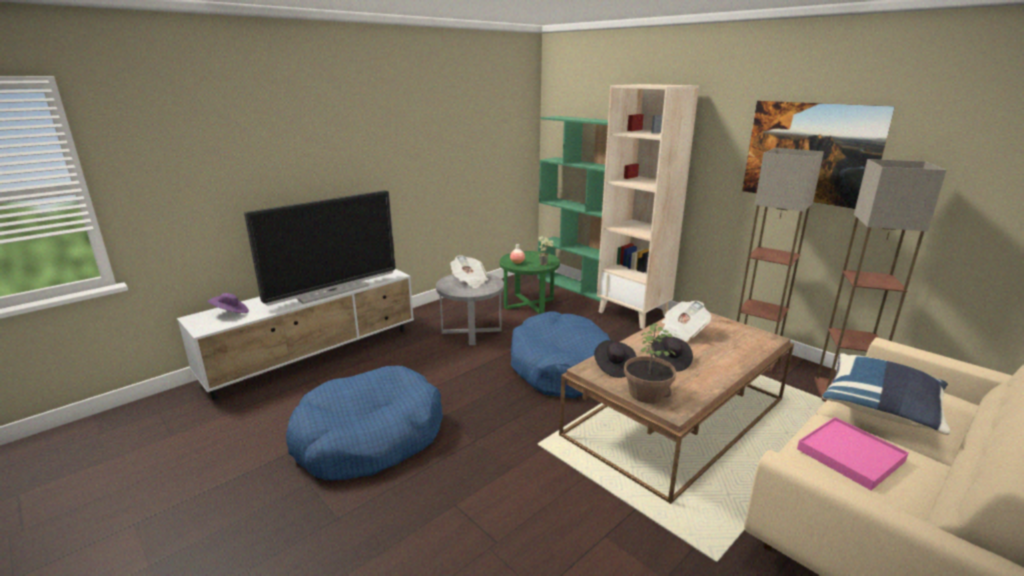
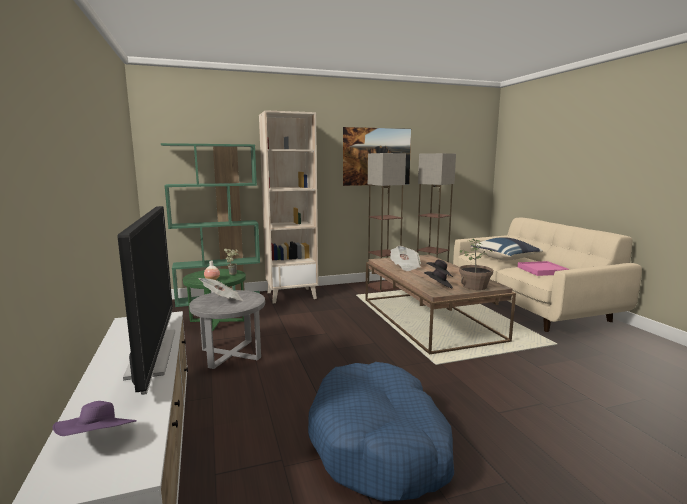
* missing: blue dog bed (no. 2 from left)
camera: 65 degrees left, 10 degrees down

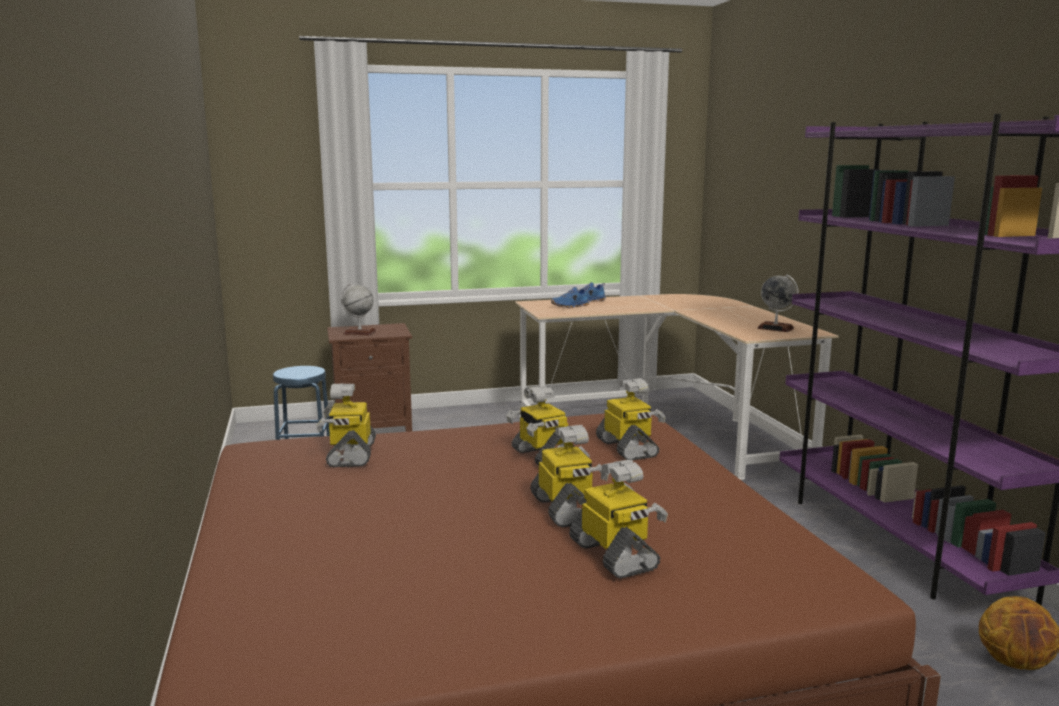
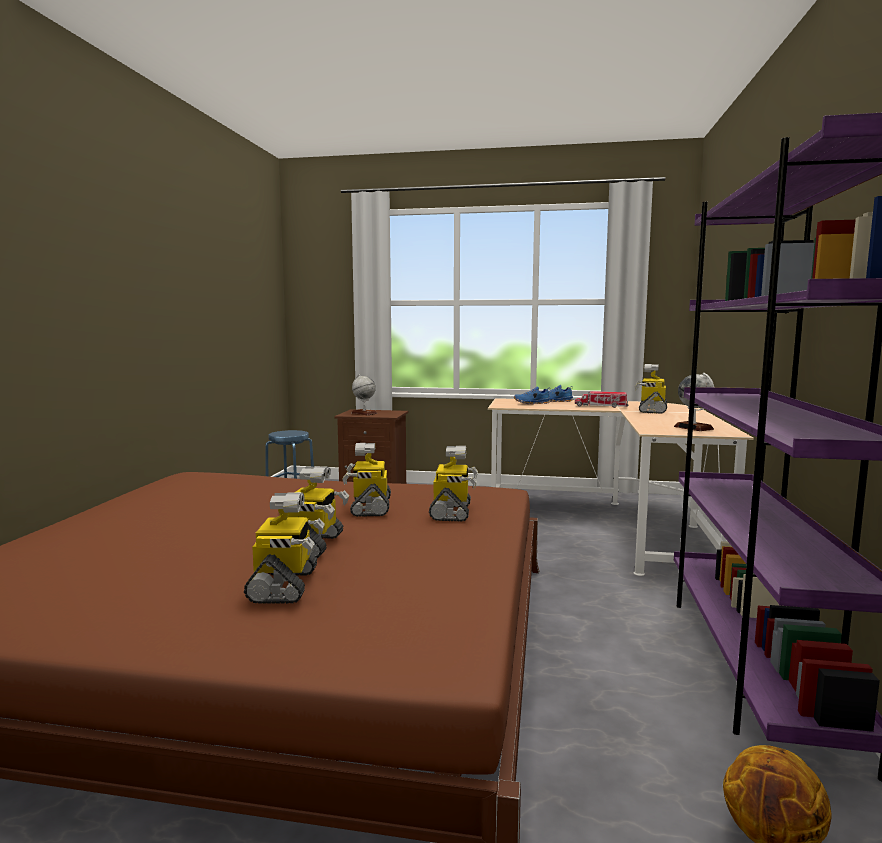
* relocated: toy robot (no. 1 from left in the first image) to toy robot (no. 5 from left)
* appeared: toy truck
camera: 25 degrees right, 5 degrees down

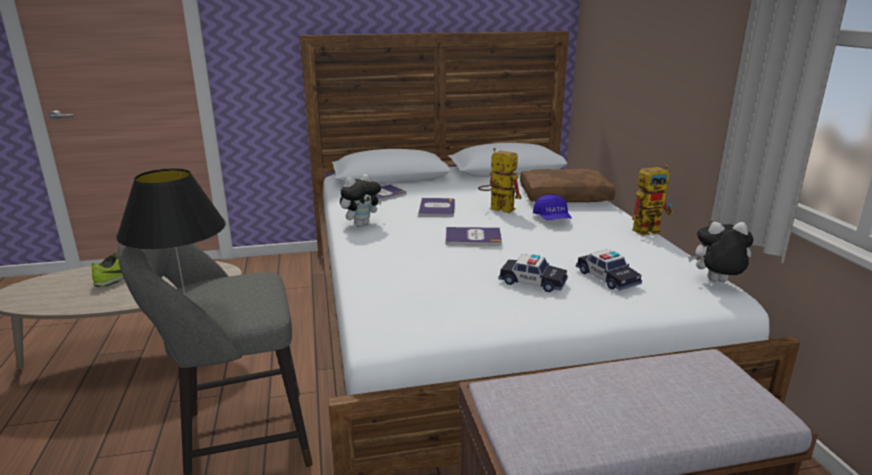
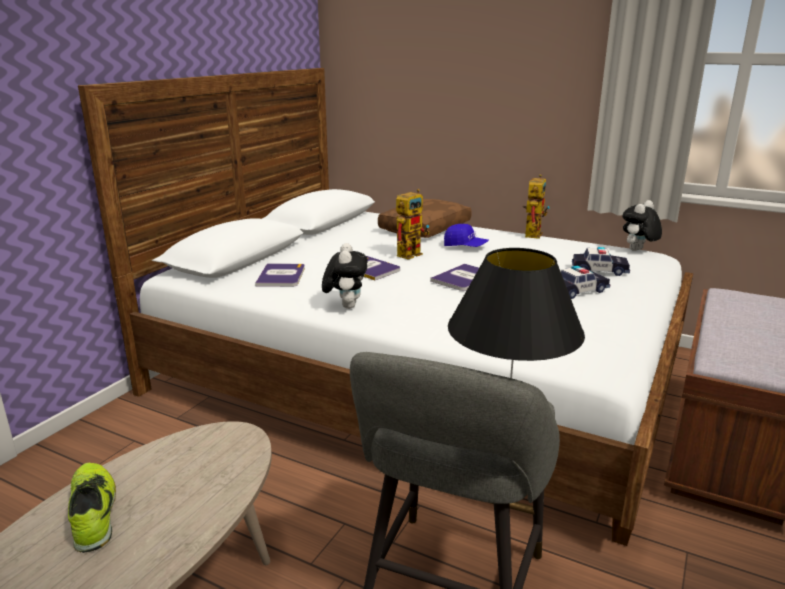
* spun: toy robot (no. 1 from left) 150 degrees clockwise
camera: 50 degrees left, 0 degrees up

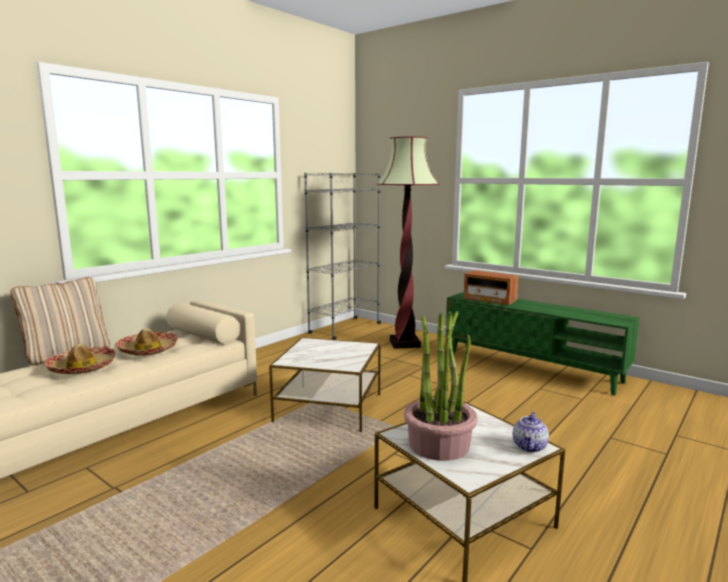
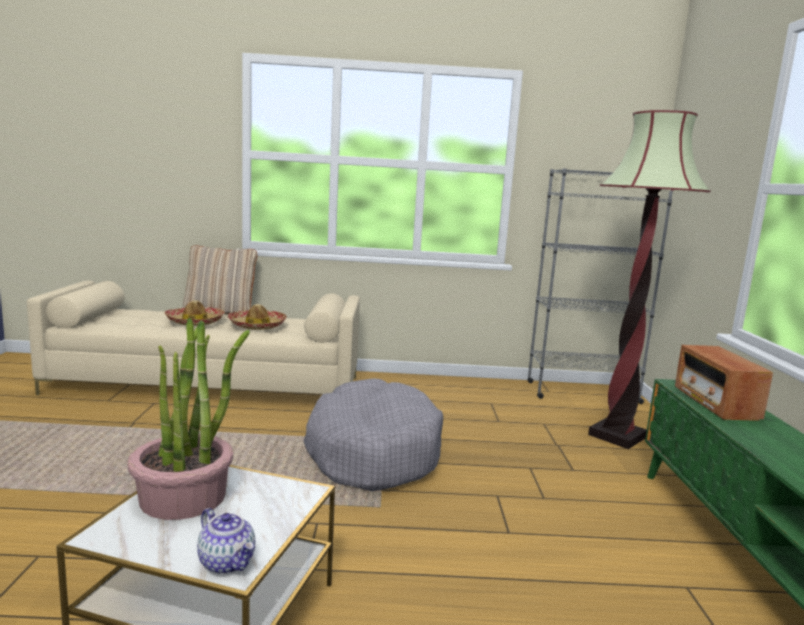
* exchanged: side table (no. 1 from left) to grey dog bed
* spun: teapot 120 degrees counterclockwise
camera: 50 degrees right, 0 degrees up

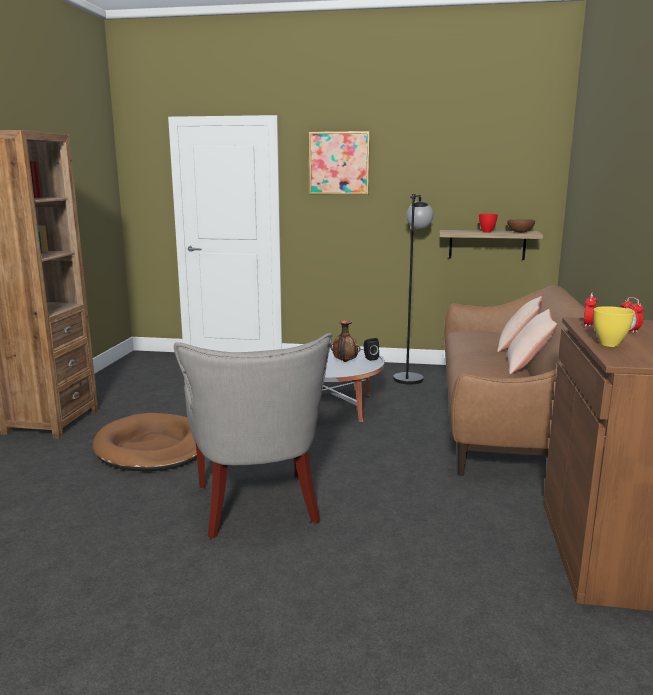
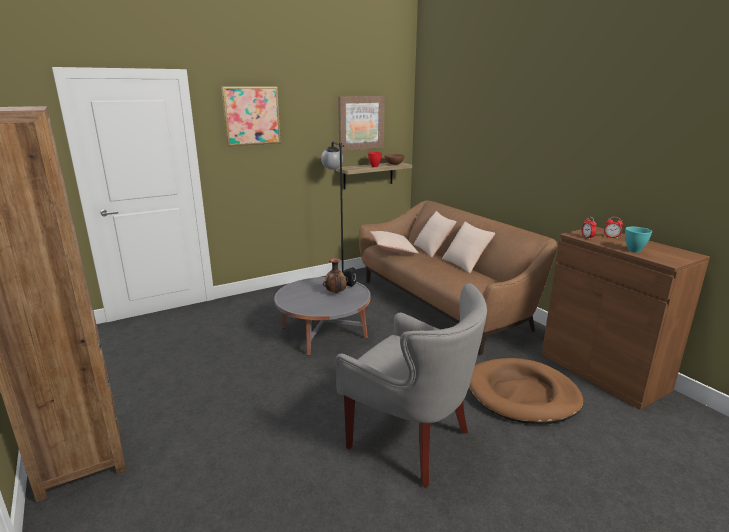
* colour: yellow bowl to turquoise bowl
* relocated: brown dog bed
* appeared: picture (no. 2 from left)
* appeared: beige pillow (no. 1 from left)
camera: 40 degrees left, 5 degrees up

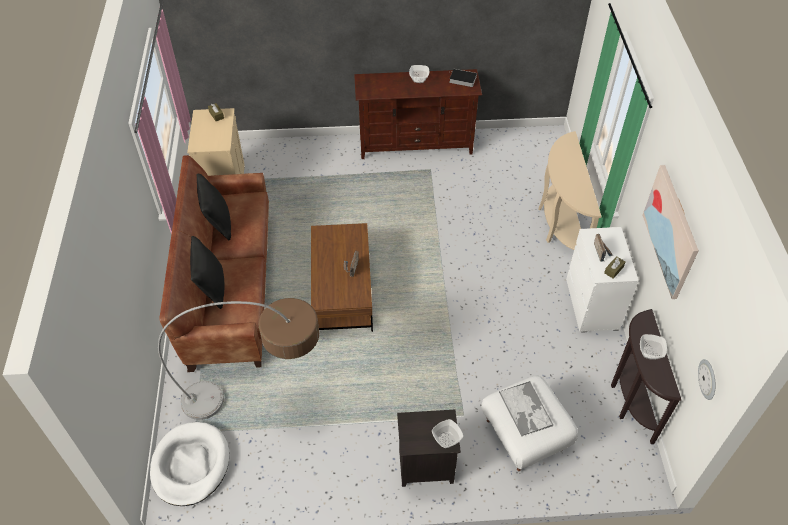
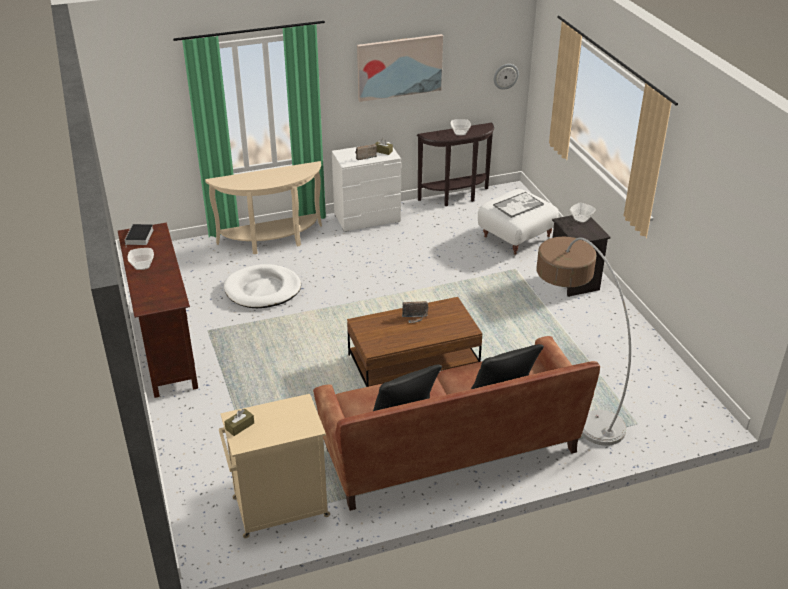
* relocated: white dog bed
camera: 105 degrees left, 15 degrees down

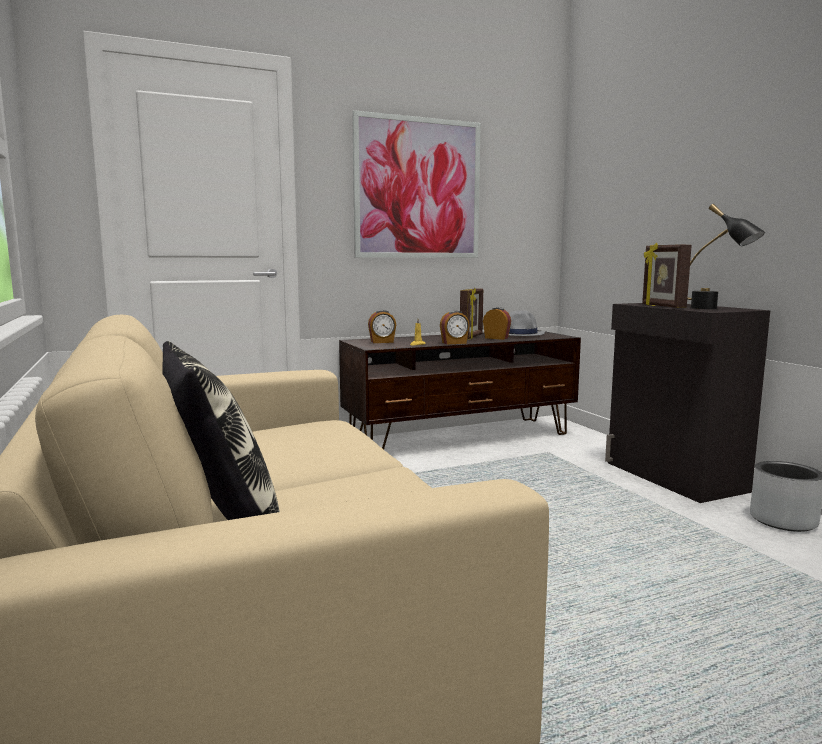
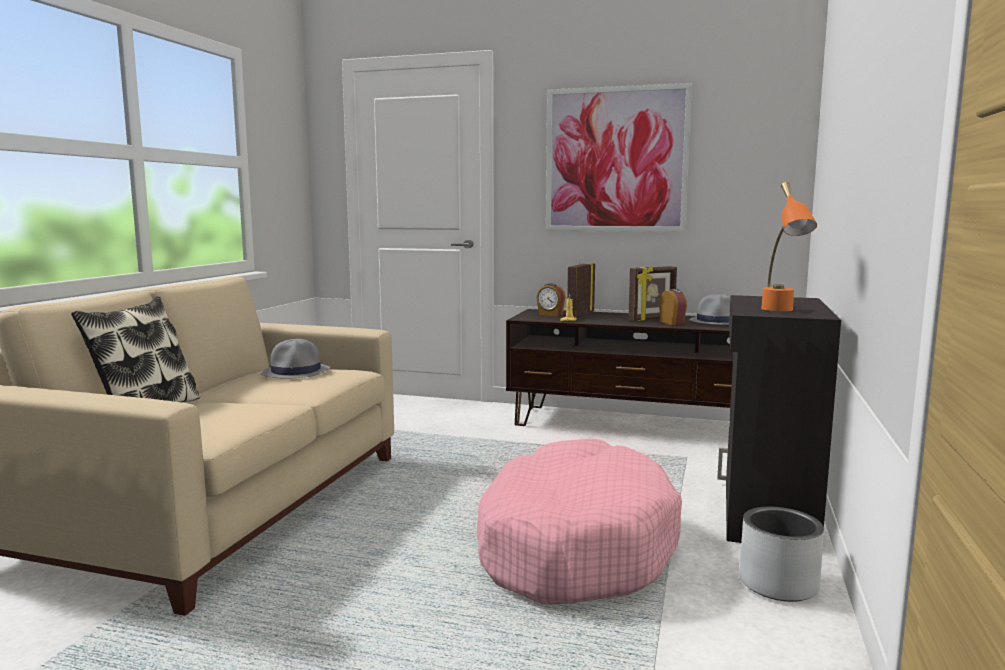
* colour: black table lamp to orange table lamp
* relocated: picture frame (no. 2 from left in the first image) to picture frame (no. 1 from left)
* missing: alarm clock (no. 2 from left)
* appeared: grey hat (no. 1 from left)
* appeared: pink dog bed
camera: 40 degrees right, 0 degrees up

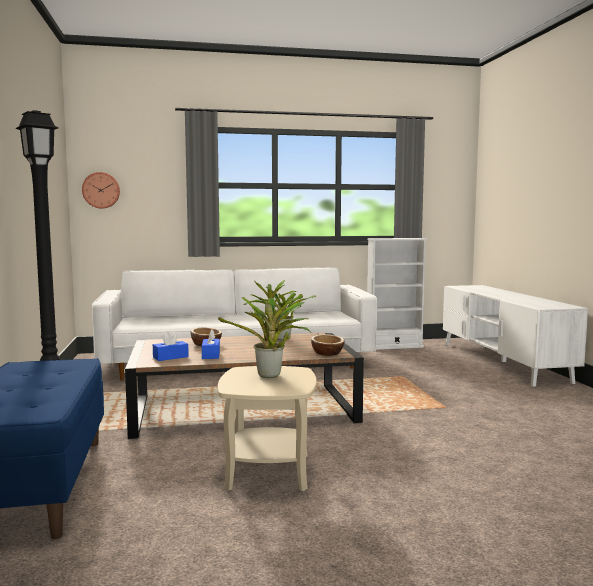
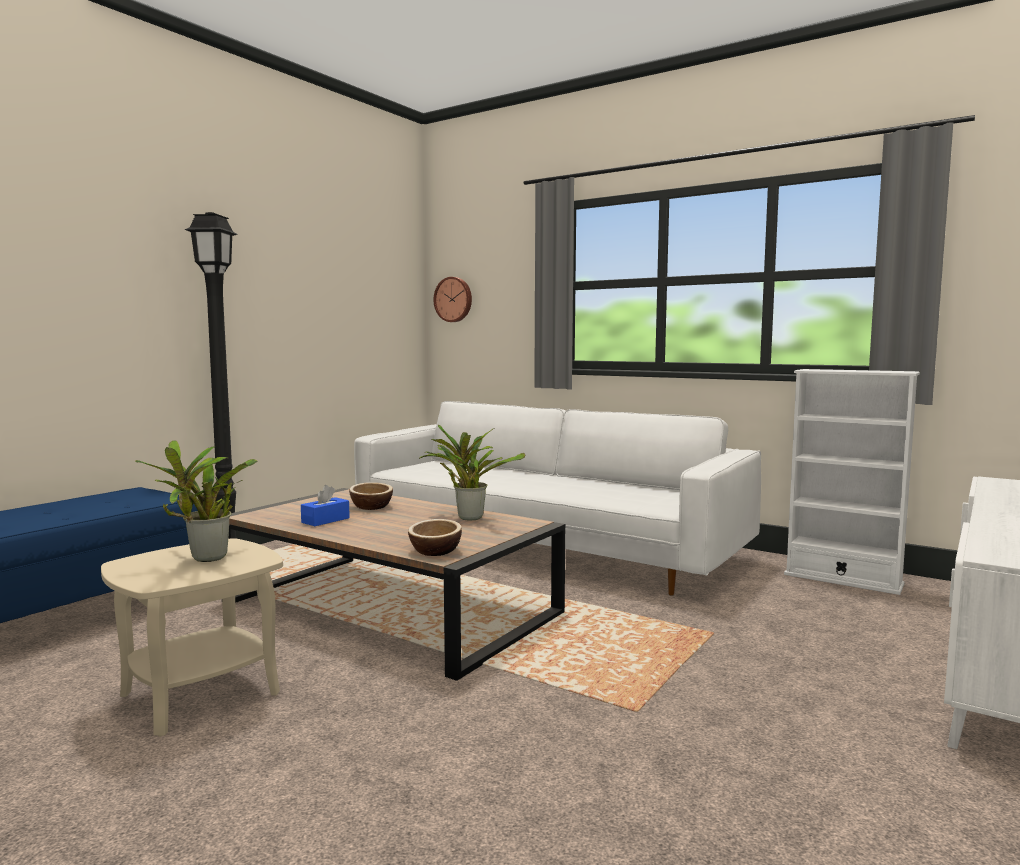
* missing: blue tissue box (no. 1 from left)
camera: 45 degrees right, 0 degrees up

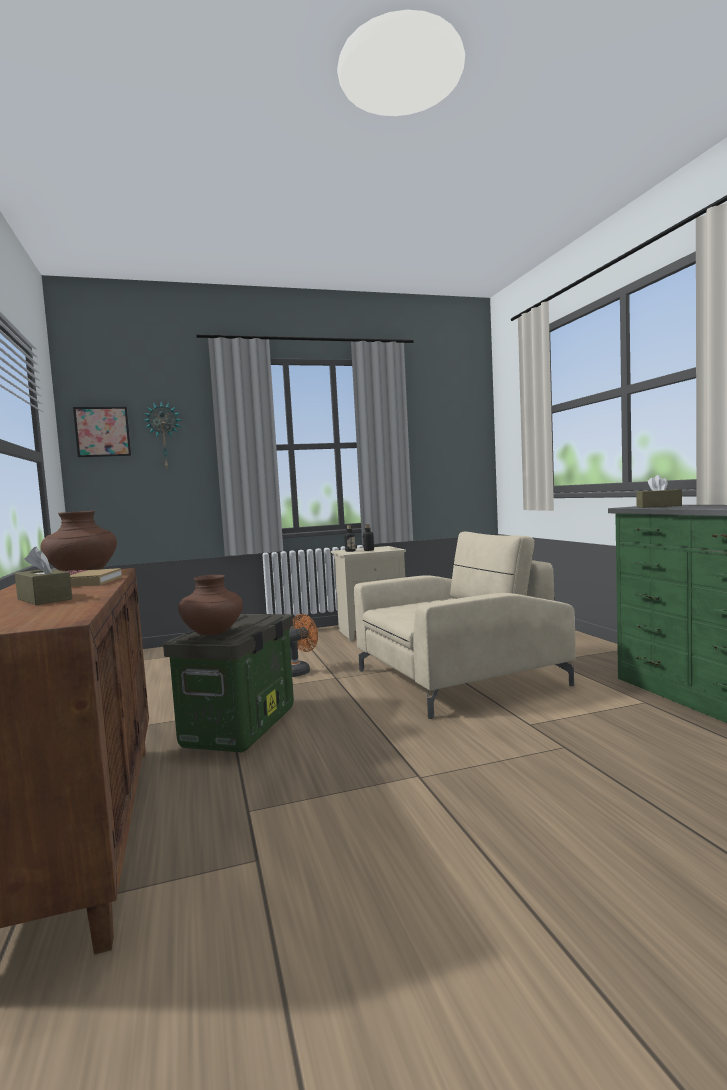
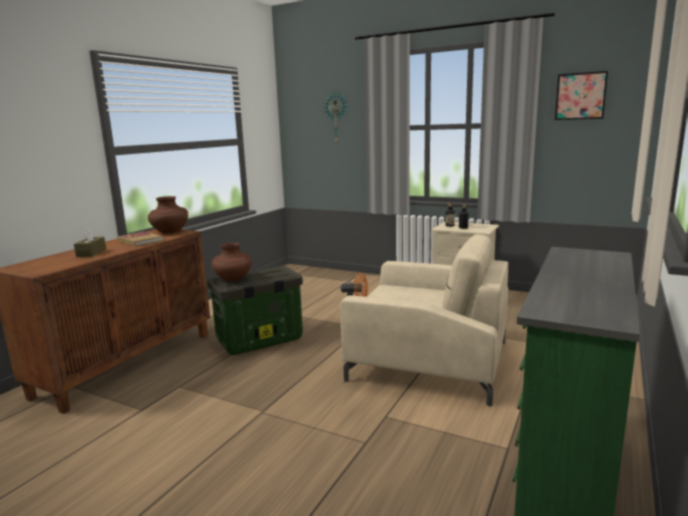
* relocated: picture
* missing: brown tissue box (no. 2 from left)
camera: 45 degrees right, 10 degrees up

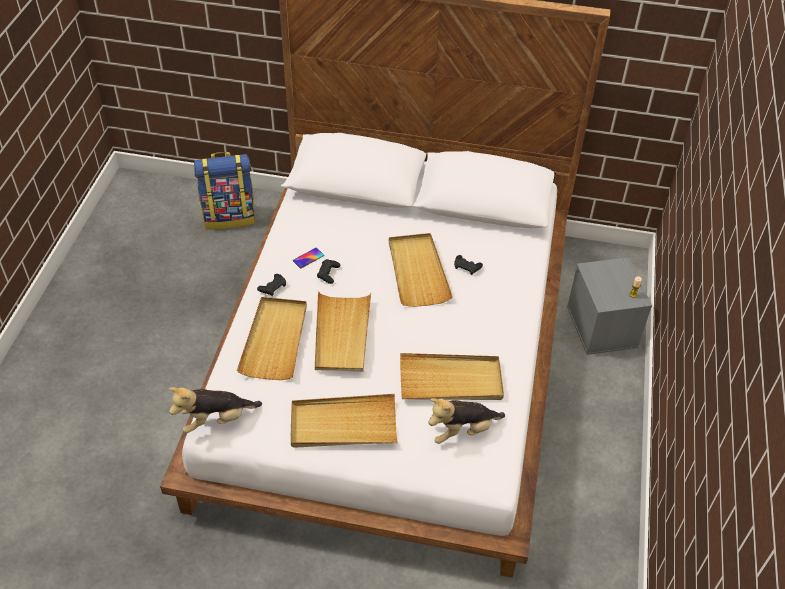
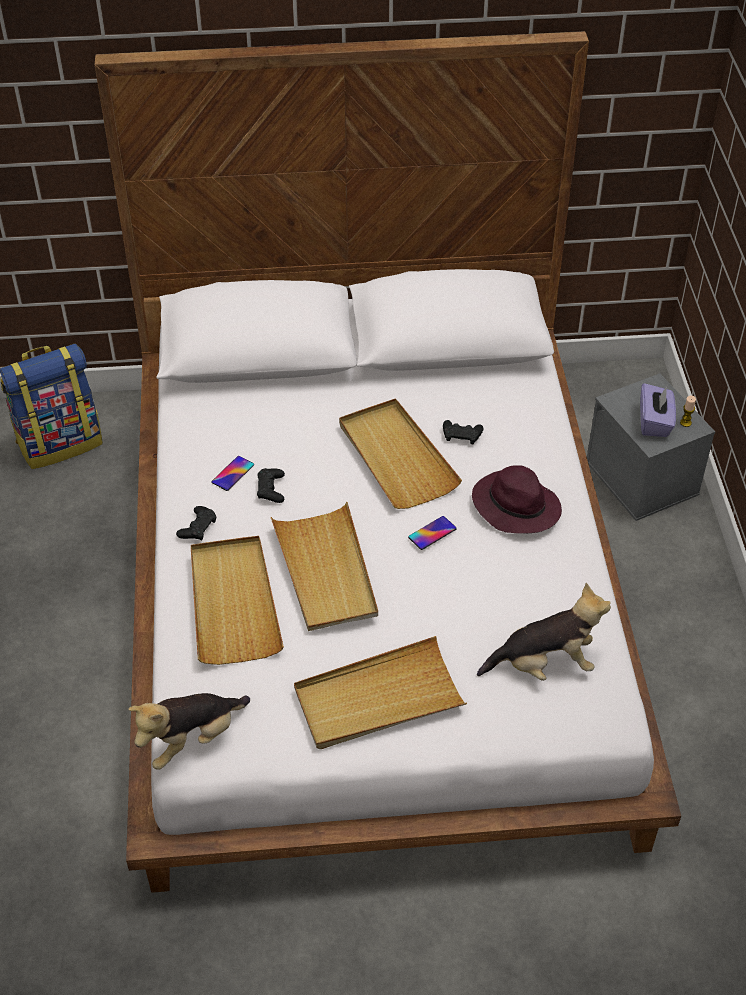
* missing: beige tray (no. 5 from left)
* spun: plush toy (no. 2 from left) 150 degrees counterclockwise
* appeared: purple tissue box
* appeared: purple hat
* appeared: phone (no. 2 from left)
camera: 15 degrees left, 0 degrees up

